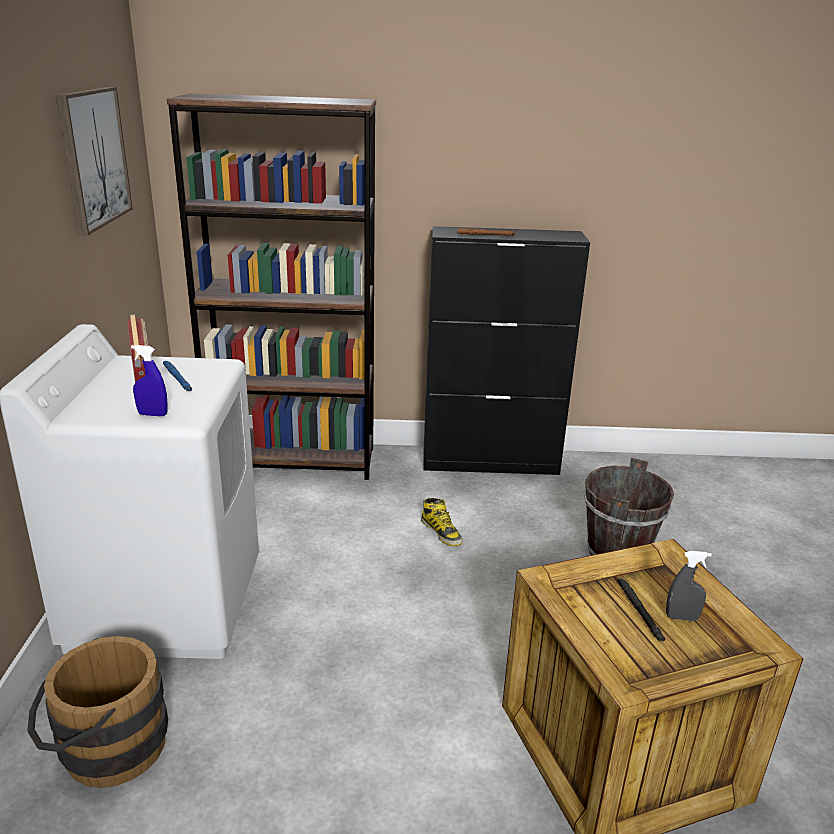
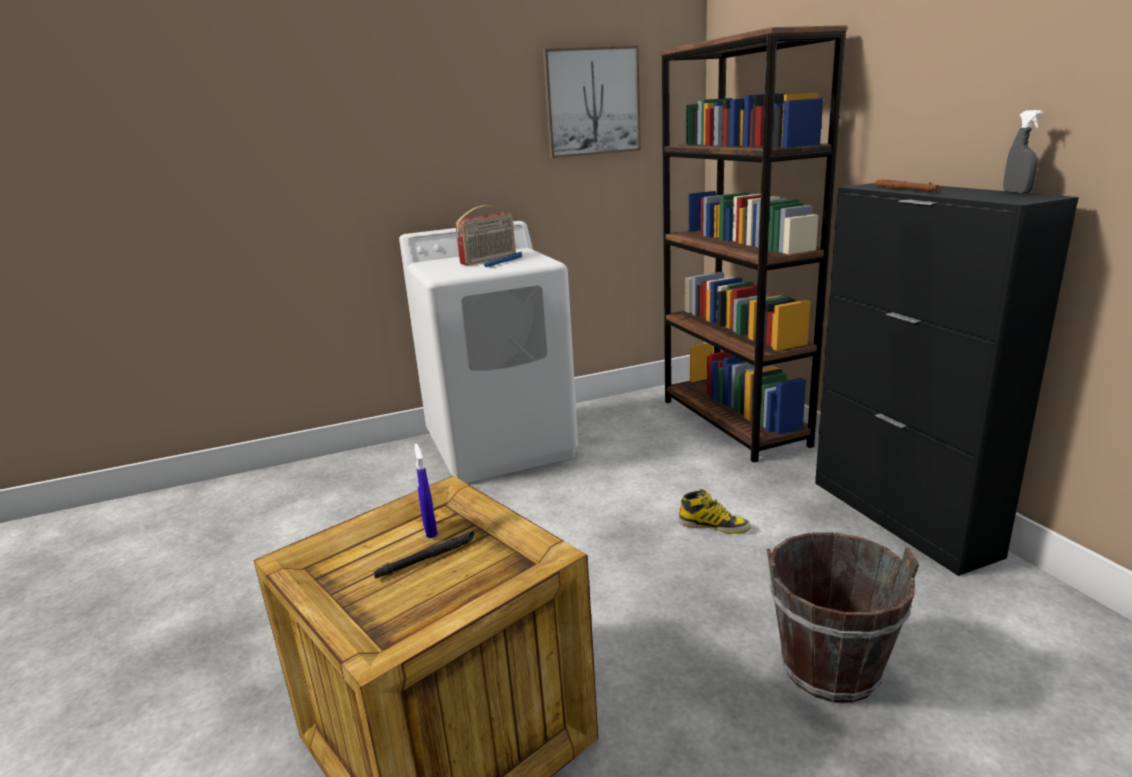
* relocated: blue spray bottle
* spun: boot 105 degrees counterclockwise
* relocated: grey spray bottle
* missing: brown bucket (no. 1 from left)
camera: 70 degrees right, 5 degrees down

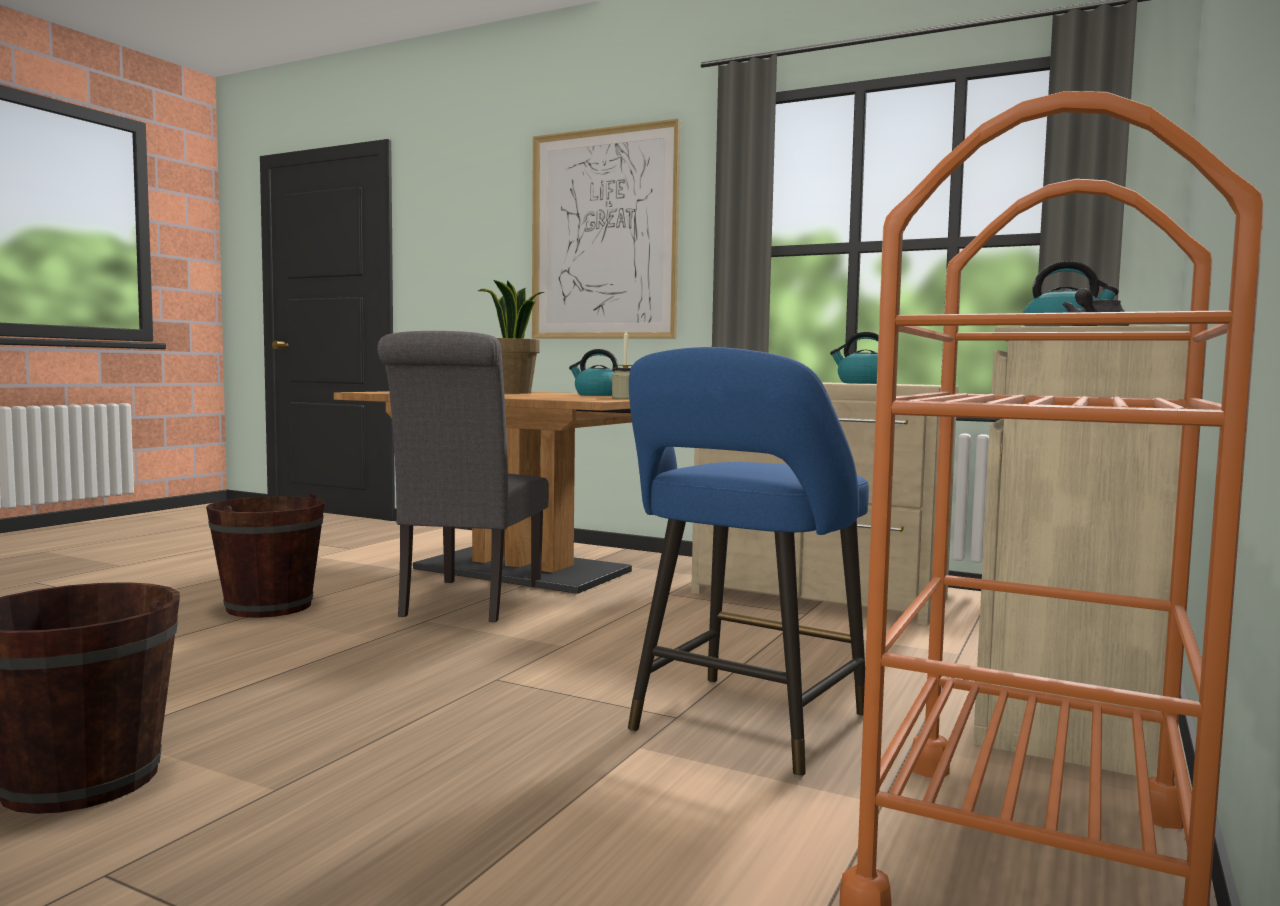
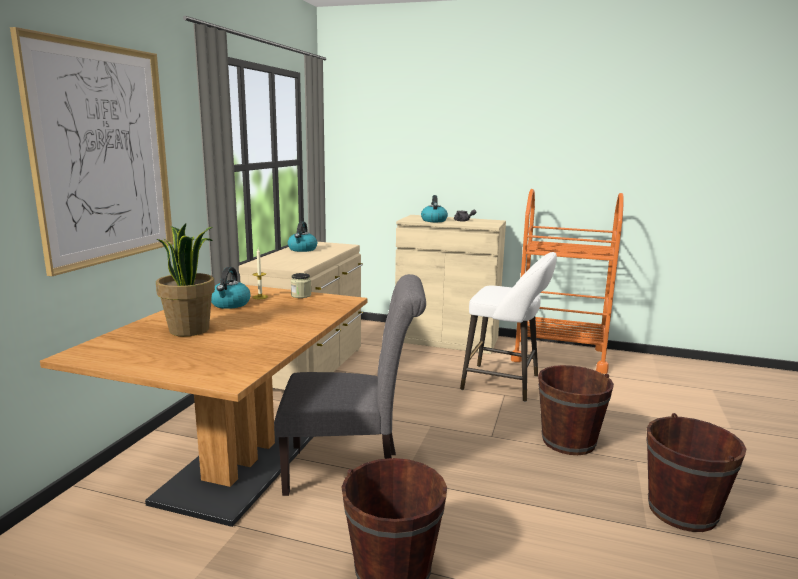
* colour: blue stool to white stool
* appeared: brown bucket (no. 2 from left)
camera: 100 degrees left, 10 degrees up

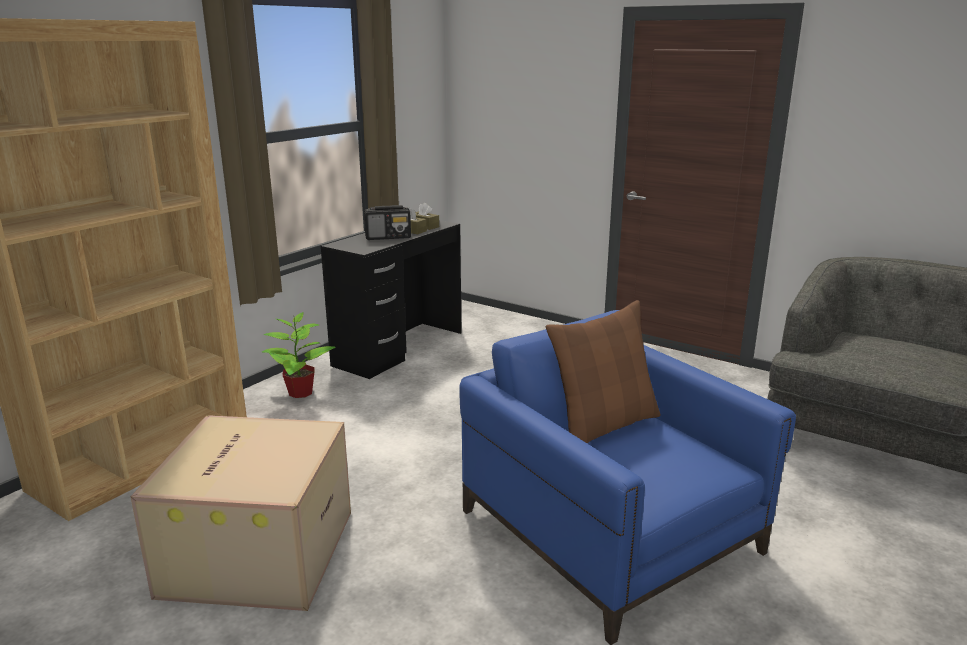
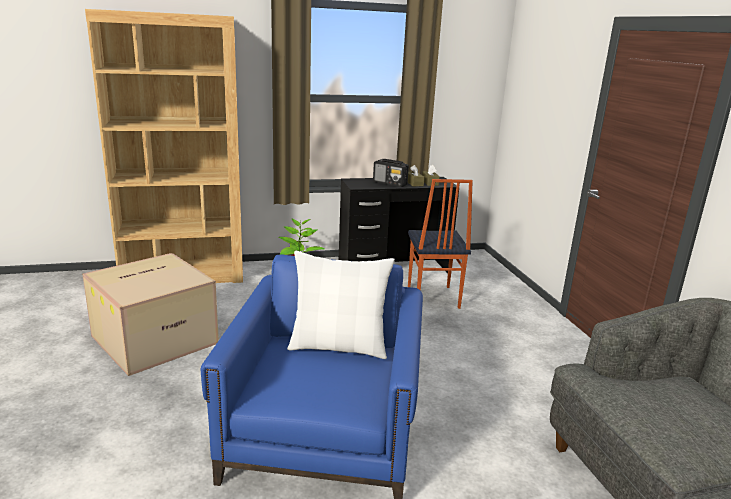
* colour: brown pillow to white pillow
* appeared: chair
camera: 40 degrees right, 0 degrees up

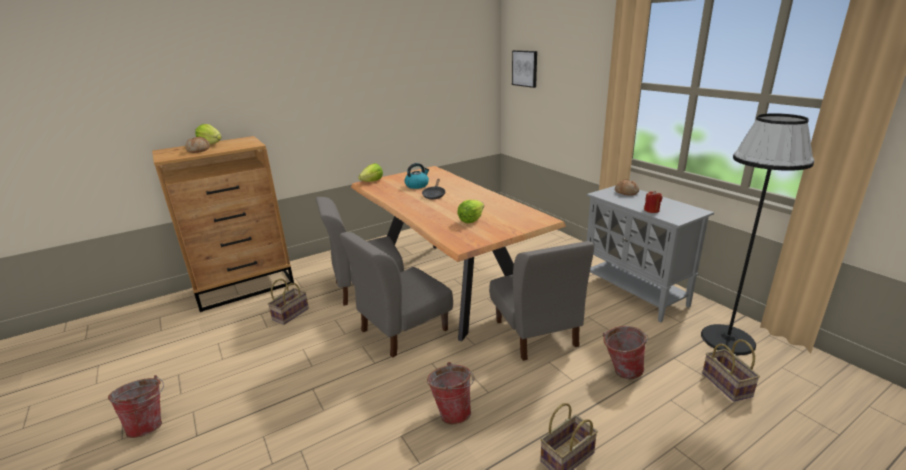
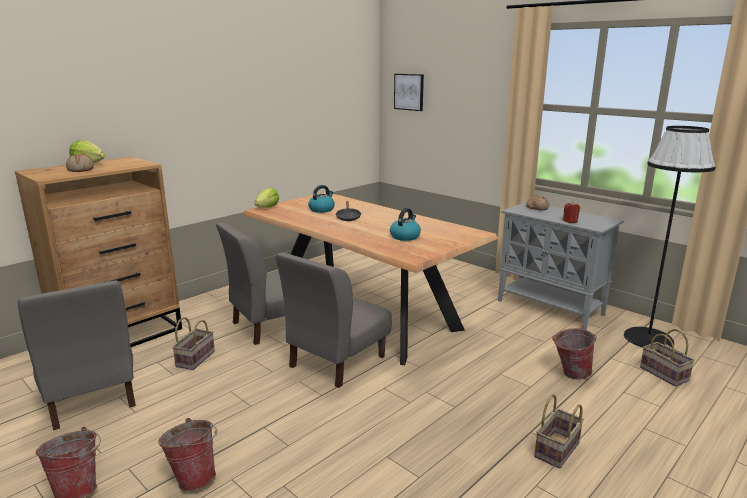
* exchanged: lettuce (no. 3 from left) to kettle (no. 2 from left)
* relocated: grey chair (no. 3 from left in the first image) to grey chair (no. 1 from left)
* relocated: bucket (no. 2 from left)
camera: 15 degrees left, 5 degrees down

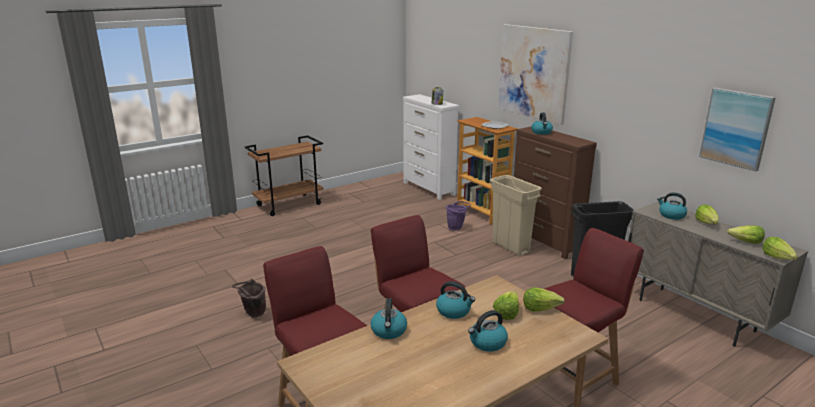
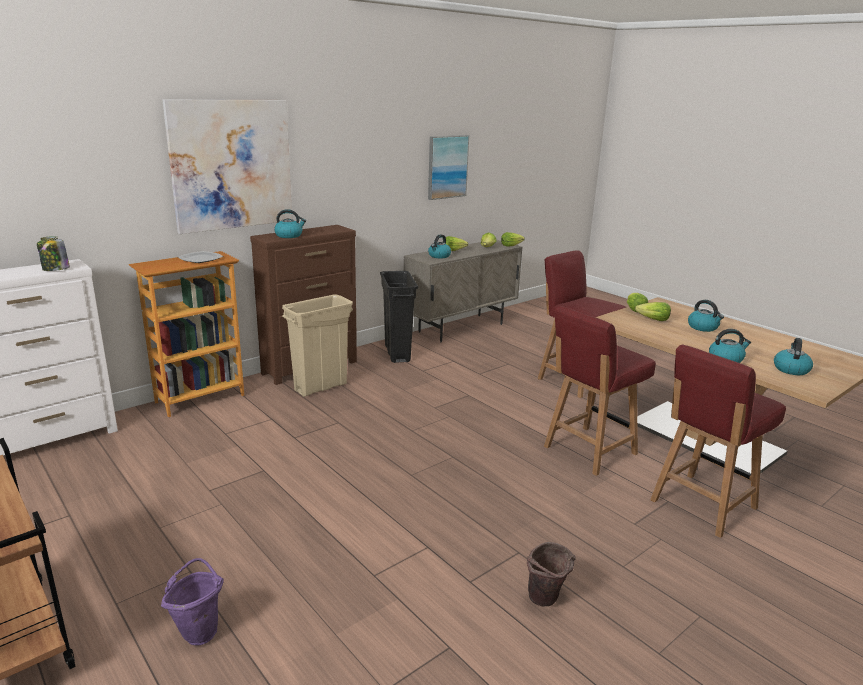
* relocated: purple bucket
* relocated: kettle (no. 2 from left in the first image) to kettle (no. 5 from left)
camera: 95 degrees left, 0 degrees up

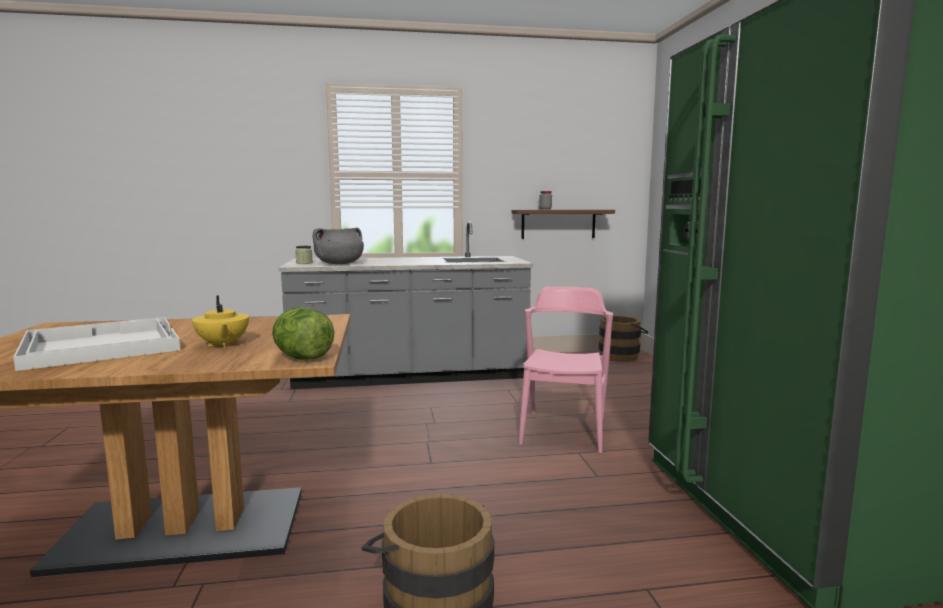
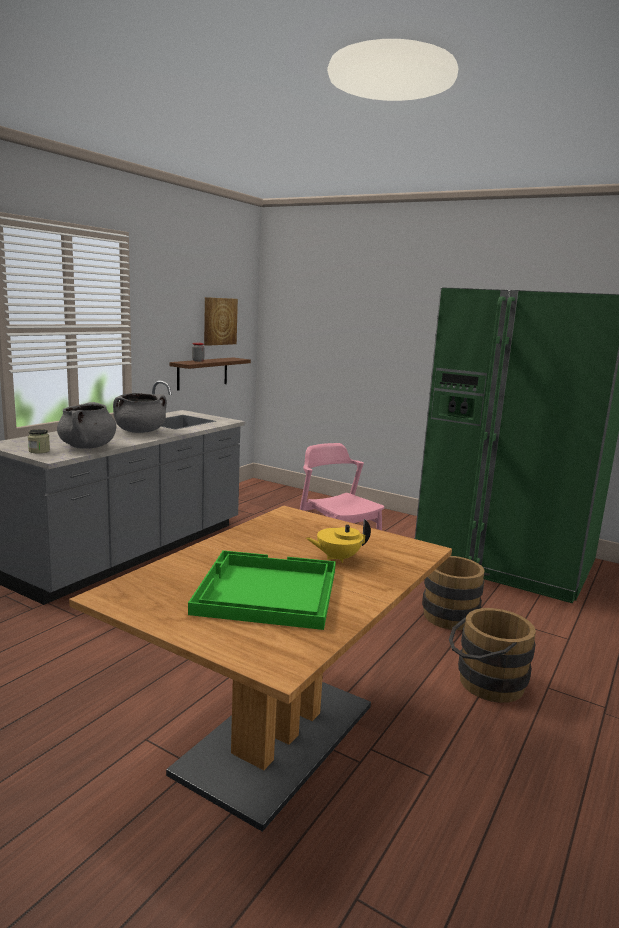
* spun: yellow teapot 150 degrees clockwise
* missing: lettuce
* relocated: brown bucket (no. 2 from left in the first image) to brown bucket (no. 1 from left)
* colour: white tray to green tray
* appeared: picture
* appeared: grey cooking pot (no. 2 from left)
camera: 50 degrees left, 5 degrees up

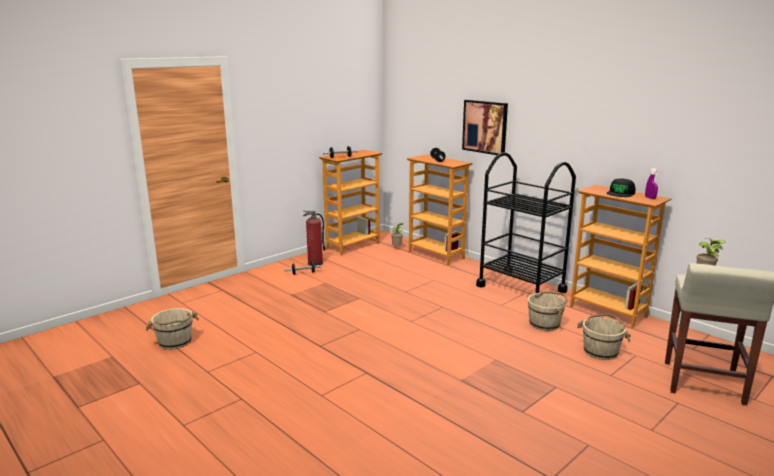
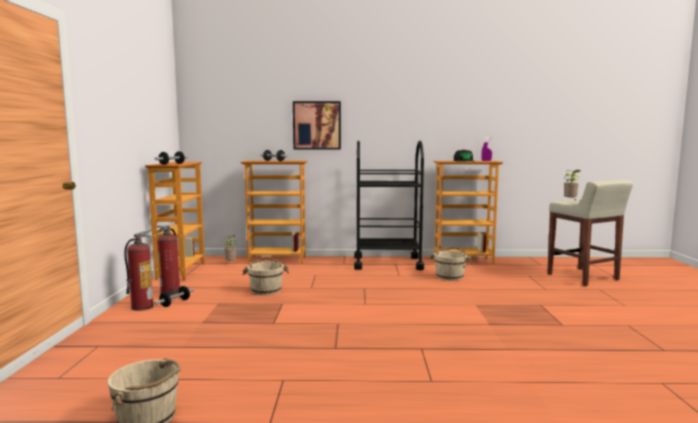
* relocated: beige bucket (no. 3 from left in the first image) to beige bucket (no. 2 from left)
* appeared: fire extinguisher (no. 1 from left)
camera: 45 degrees left, 10 degrees down

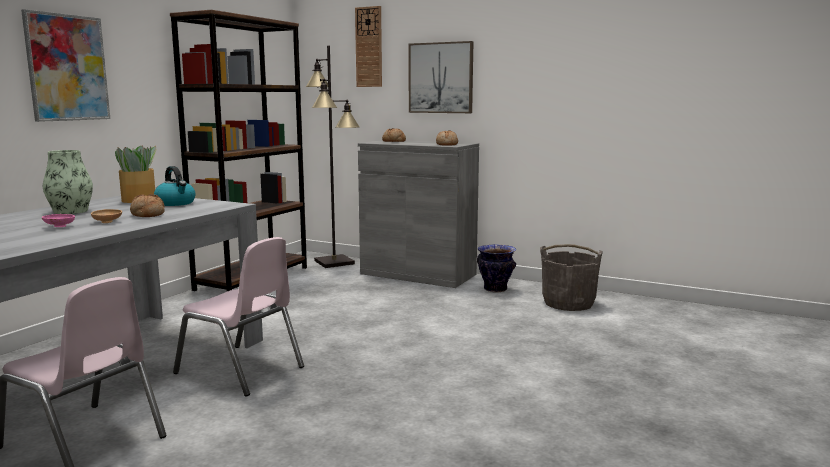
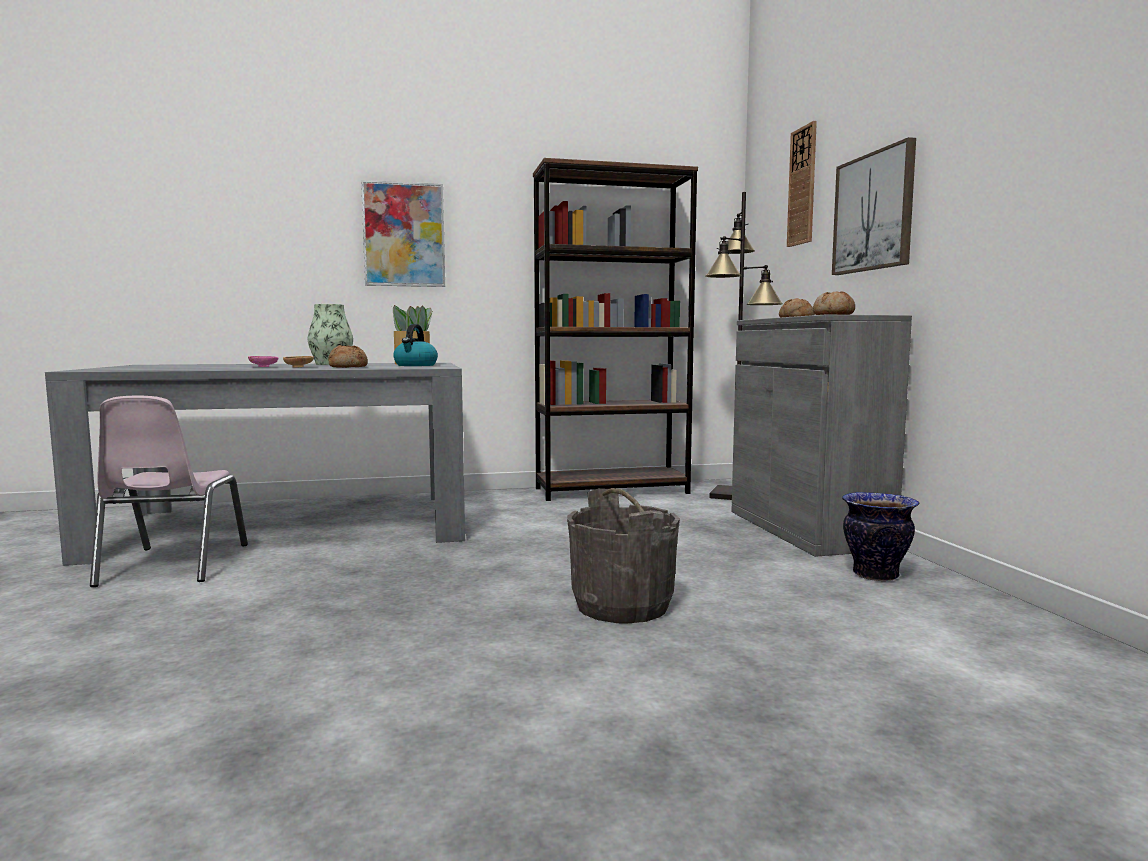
* missing: pink chair (no. 2 from left)
* relocated: grey bucket
camera: 50 degrees right, 5 degrees down

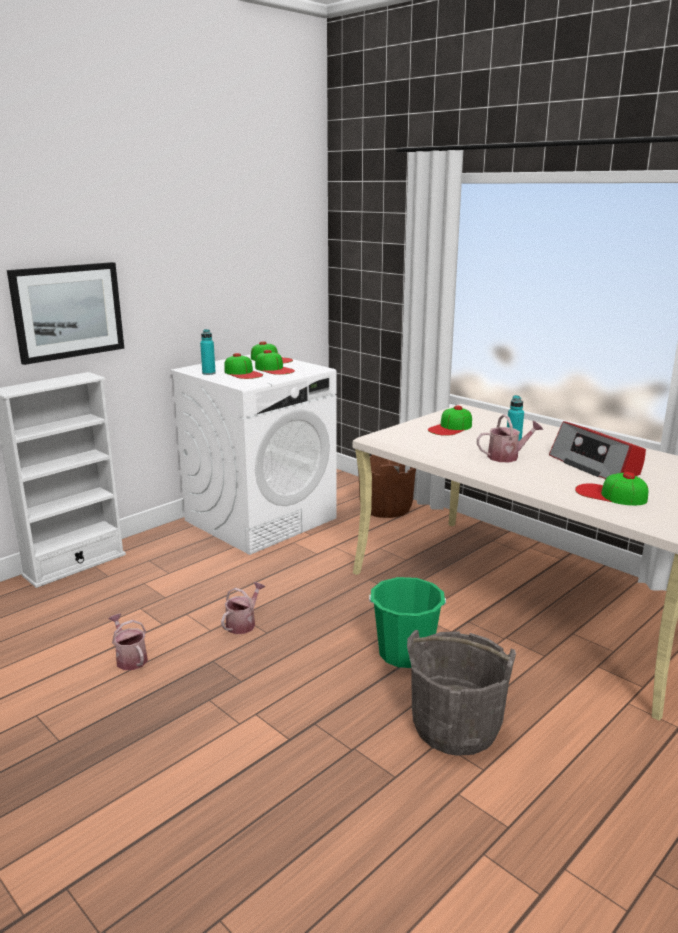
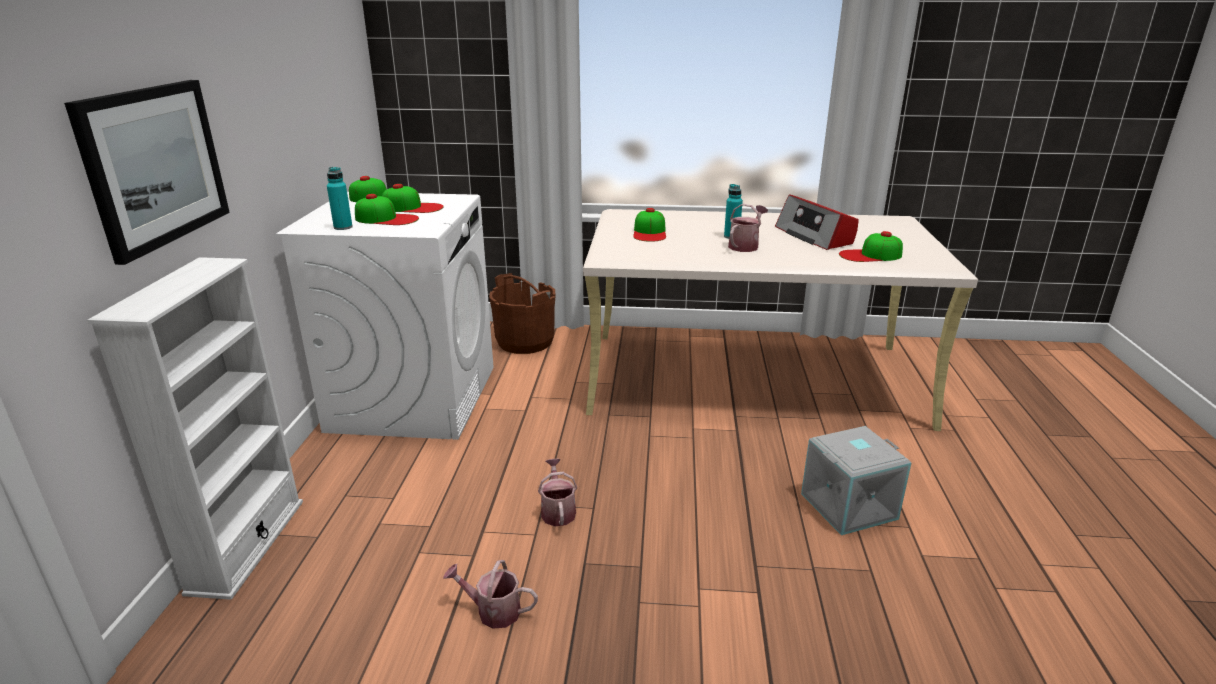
* spun: radio 45 degrees clockwise
* missing: green bucket
* exchanged: grey bucket to grey storage box
camera: 40 degrees left, 5 degrees up

